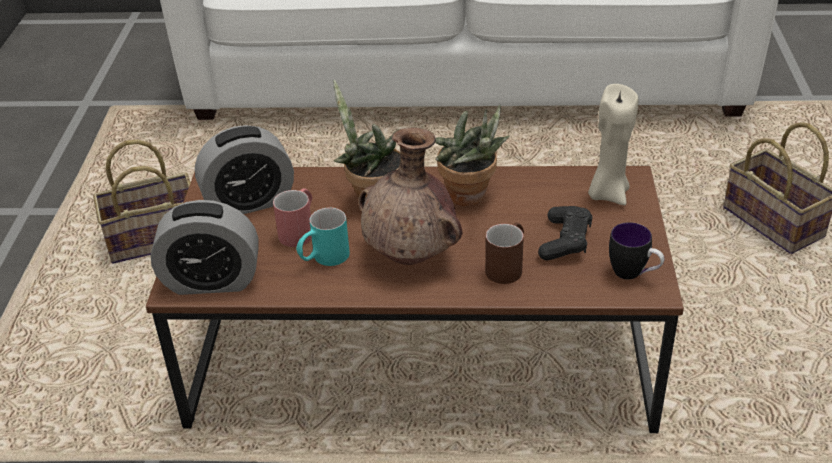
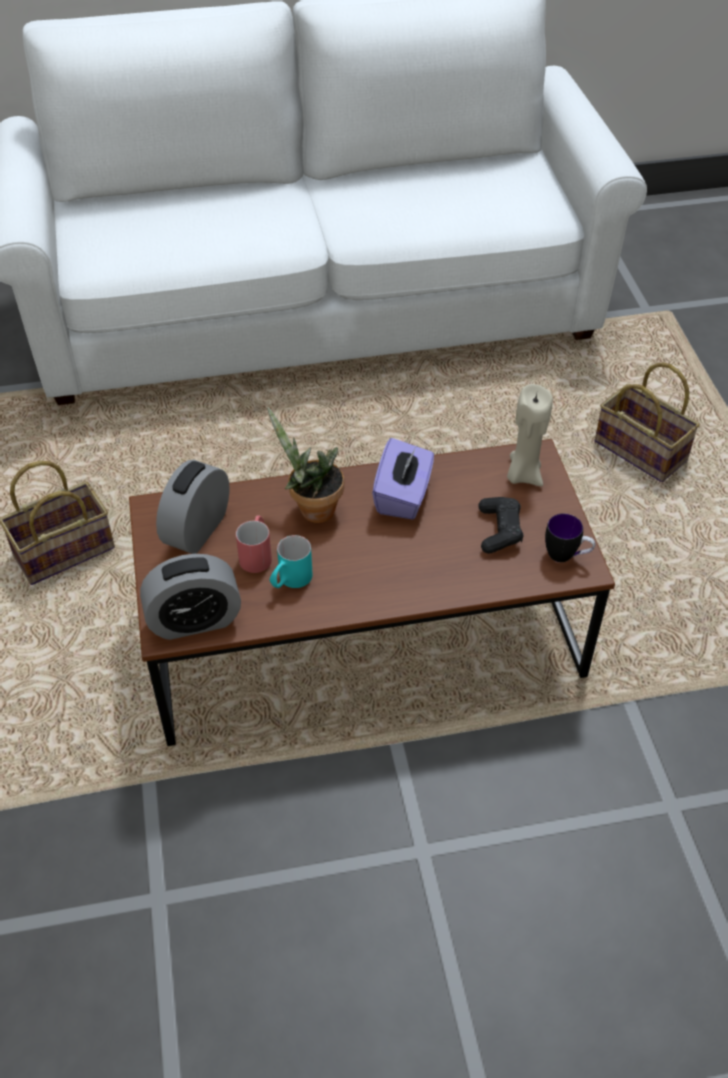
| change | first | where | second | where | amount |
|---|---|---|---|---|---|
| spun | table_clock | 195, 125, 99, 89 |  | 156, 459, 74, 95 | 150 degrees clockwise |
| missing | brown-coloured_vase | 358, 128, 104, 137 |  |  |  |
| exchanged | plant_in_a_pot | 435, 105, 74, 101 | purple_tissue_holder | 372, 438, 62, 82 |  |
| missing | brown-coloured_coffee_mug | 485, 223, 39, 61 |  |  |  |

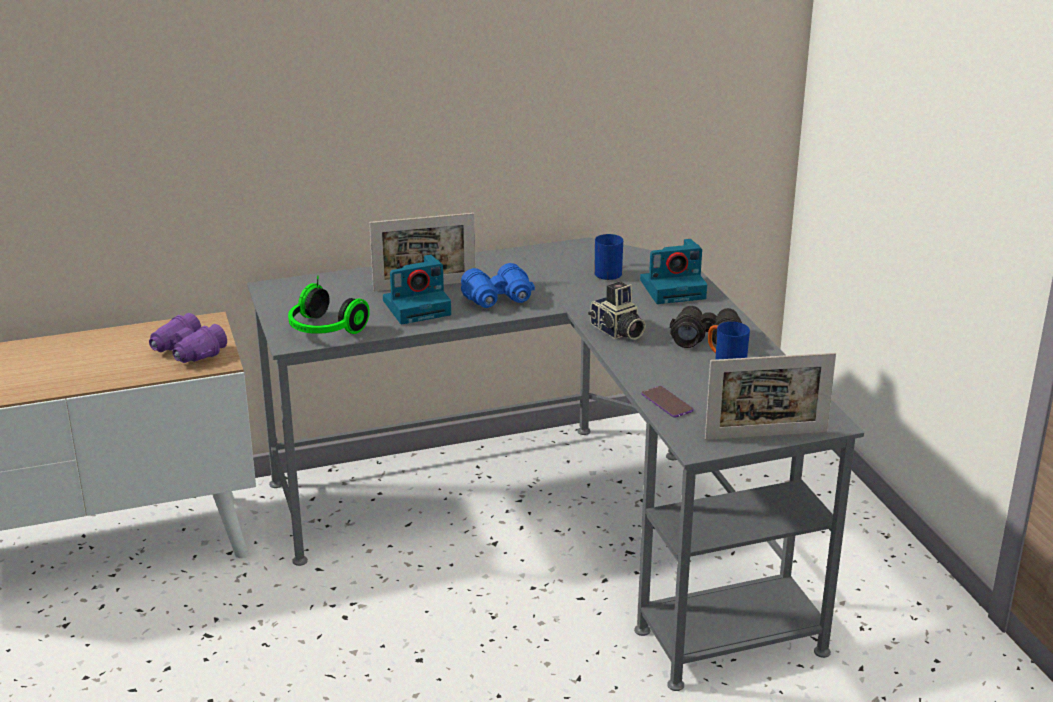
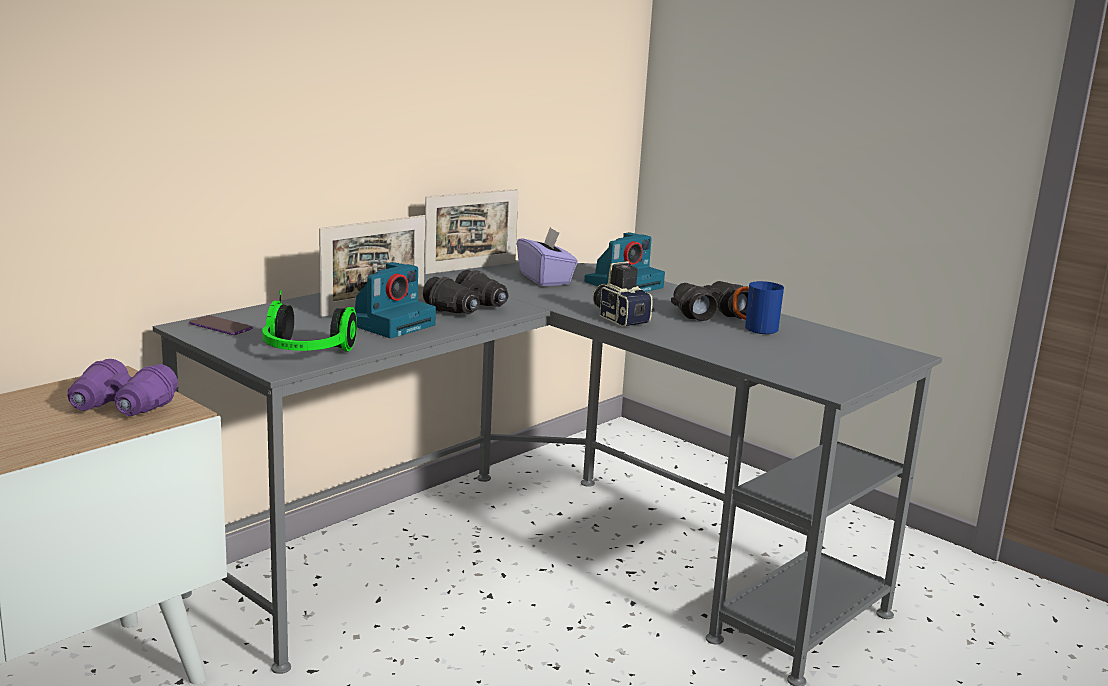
| change | first | where | second | where | amount |
|---|---|---|---|---|---|
| colour | bluish_field_glasses | 461, 263, 74, 45 | black-coloured_field_glasses | 423, 270, 85, 44 |  |
| spun | photo_camera | 588, 282, 58, 58 |  | 592, 261, 63, 66 | 150 degrees counterclockwise |
| exchanged | bluish_coffee_mug | 594, 234, 29, 46 | purple_tissue_holder | 517, 227, 61, 59 |  |
| relocated | telephone | 641, 386, 53, 32 |  | 189, 315, 64, 20 |  |
| relocated | standing_frame | 705, 353, 131, 87 |  | 424, 189, 95, 85 |  |

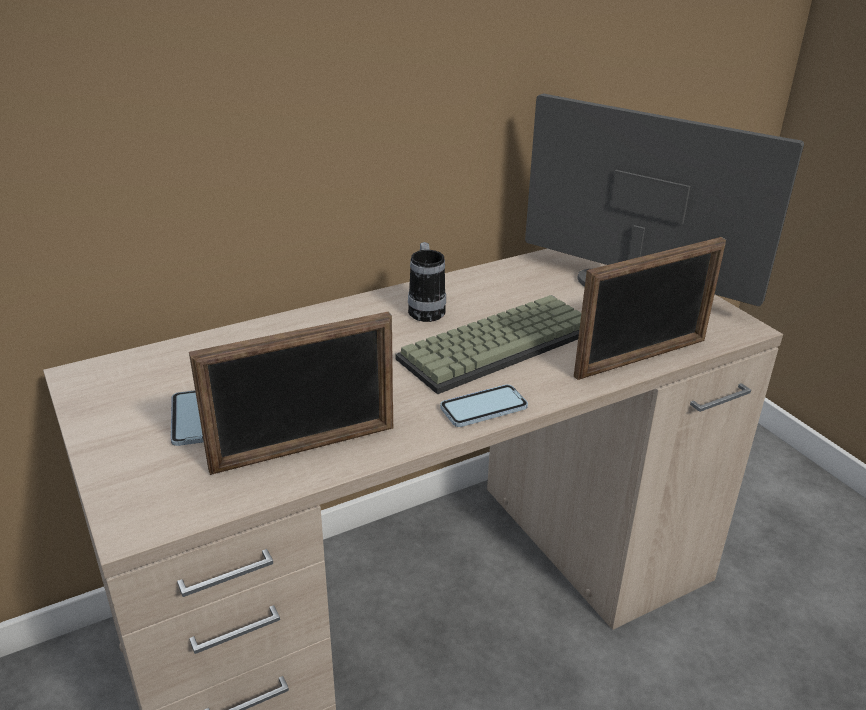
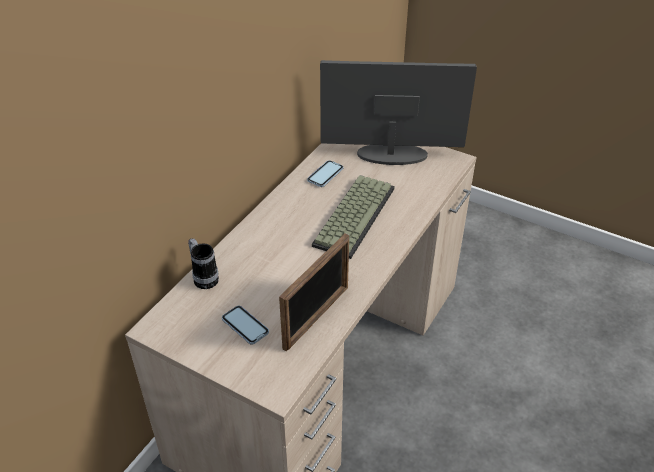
| change | first | where | second | where | amount |
|---|---|---|---|---|---|
| relocated | coffee_mug | 408, 242, 38, 80 |  | 188, 239, 31, 50 |  |
| relocated | telephone | 440, 385, 88, 42 |  | 307, 160, 36, 27 |  |
| missing | standing_frame | 574, 237, 152, 143 |  |  |  |

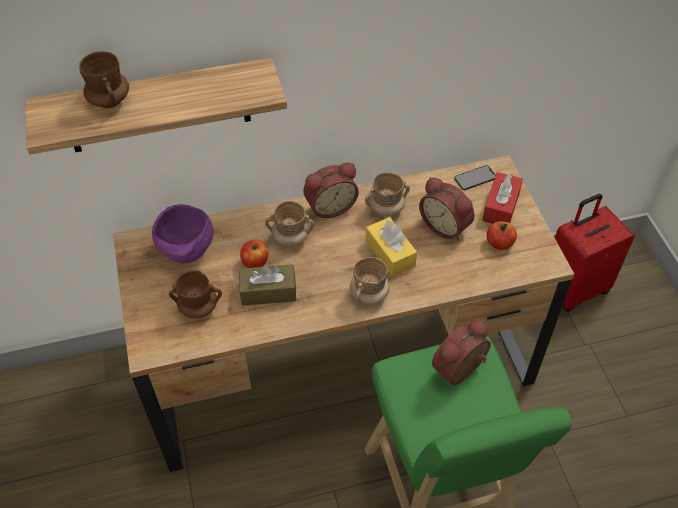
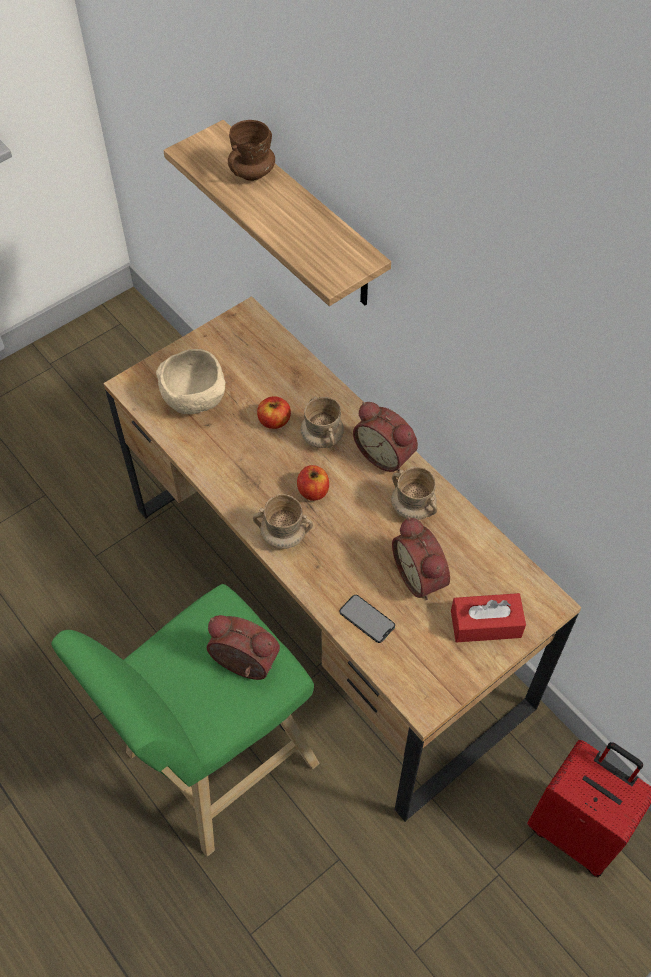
| change | first | where | second | where | amount |
|---|---|---|---|---|---|
| missing | purple_bowl | 152, 204, 62, 60 |  |  |  |
| exchanged | brown-coloured_coffee_mug | 169, 270, 53, 48 | beige_bowl | 156, 349, 70, 65 |  |
| missing | brown-coloured_tissue_holder | 239, 264, 57, 42 |  |  |  |
| missing | yellow-coloured_tissue_holder | 366, 217, 51, 60 |  |  |  |
| spun | table_clock | 419, 177, 55, 64 |  | 392, 517, 58, 83 | 45 degrees counterclockwise |
| relocated | telephone | 454, 165, 42, 25 |  | 339, 595, 56, 48 |  |
| relocated | apple_fruit | 487, 221, 30, 29 |  | 297, 465, 32, 36 |  |

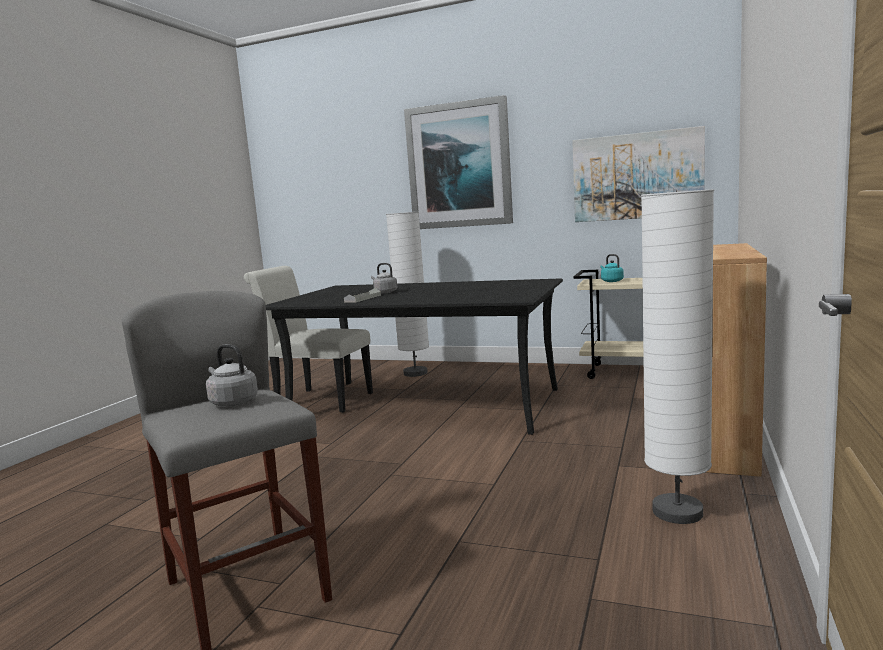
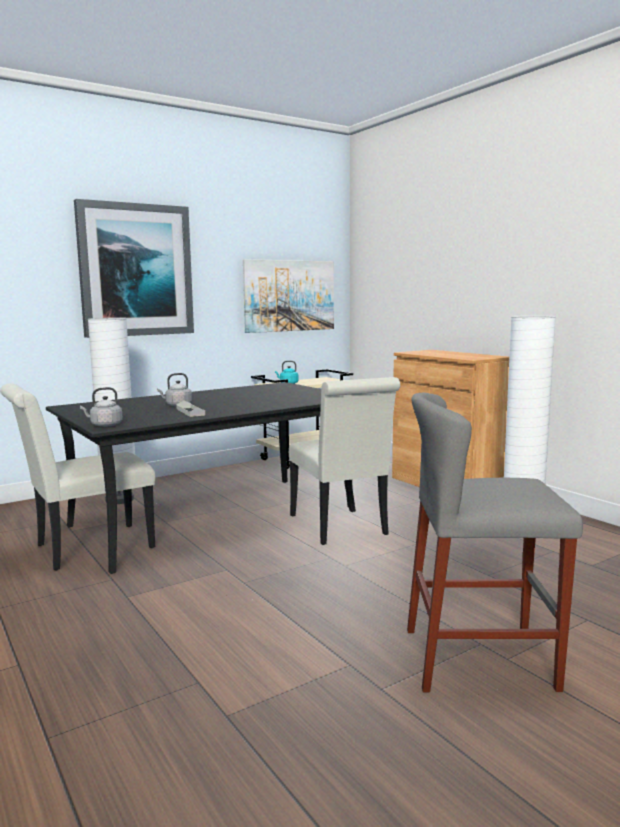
| change | first | where | second | where | amount |
|---|---|---|---|---|---|
| relocated | gray_water_kettle | 206, 344, 52, 62 |  | 80, 387, 43, 40 |  |
| appeared |  |  | white-coloured_plain_chair | 289, 377, 111, 168 |  |

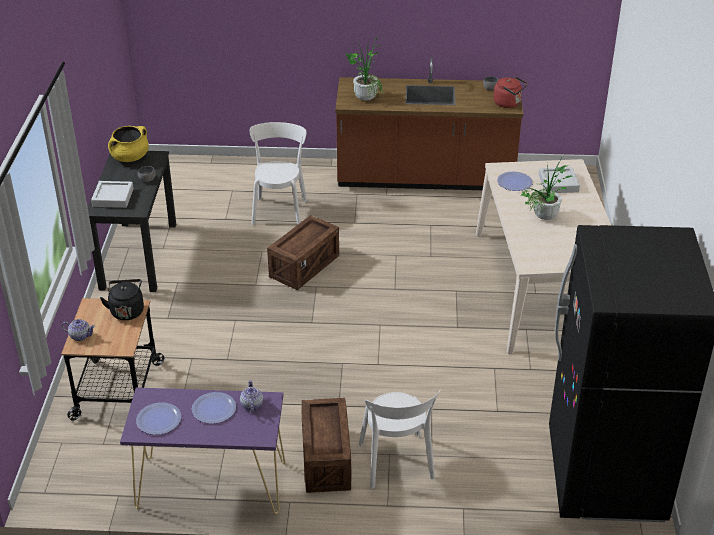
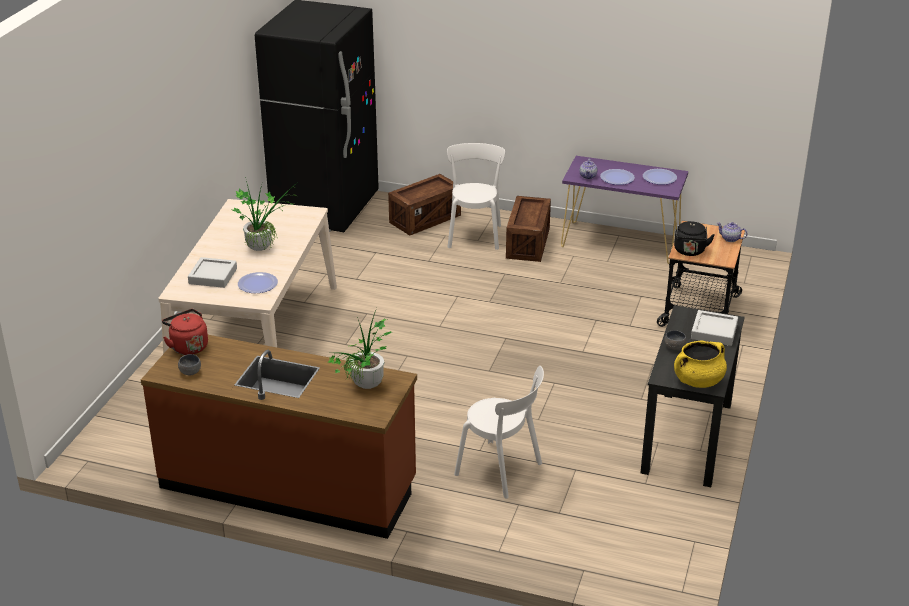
| change | first | where | second | where | amount |
|---|---|---|---|---|---|
| spun | white-coloured_plain_chair | 249, 122, 58, 103 |  | 454, 366, 90, 133 | 75 degrees counterclockwise |
| relocated | crate | 267, 215, 72, 75 |  | 388, 174, 73, 61 |  |

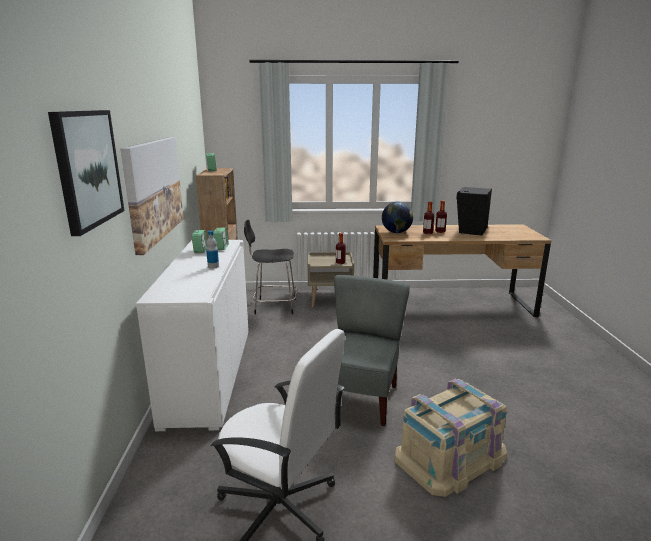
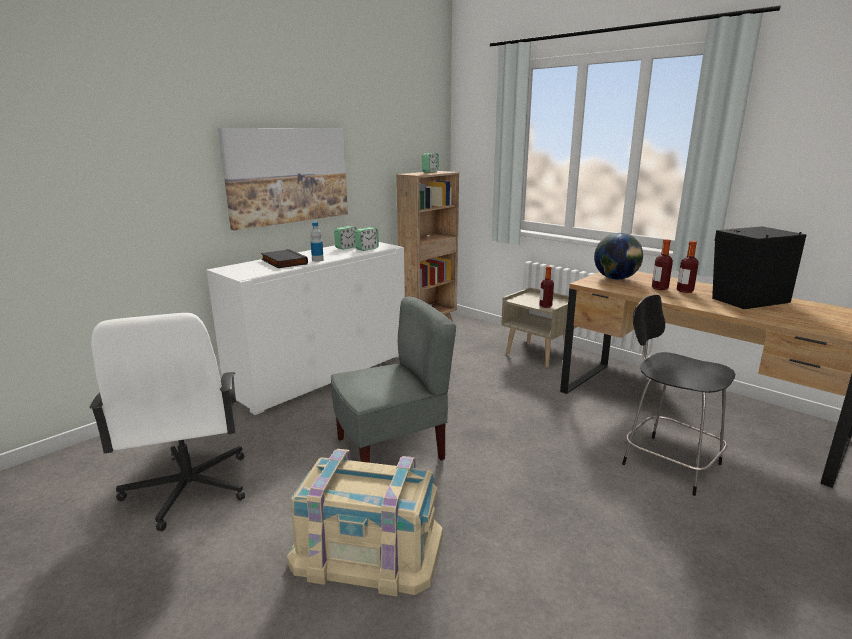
| change | first | where | second | where | amount |
|---|---|---|---|---|---|
| missing | picture | 48, 110, 76, 126 |  |  |  |
| relocated | black-coloured_plain_chair | 244, 220, 53, 94 |  | 622, 295, 113, 201 |  |
| appeared |  |  | black-coloured_bound_book | 261, 249, 47, 19 |  |

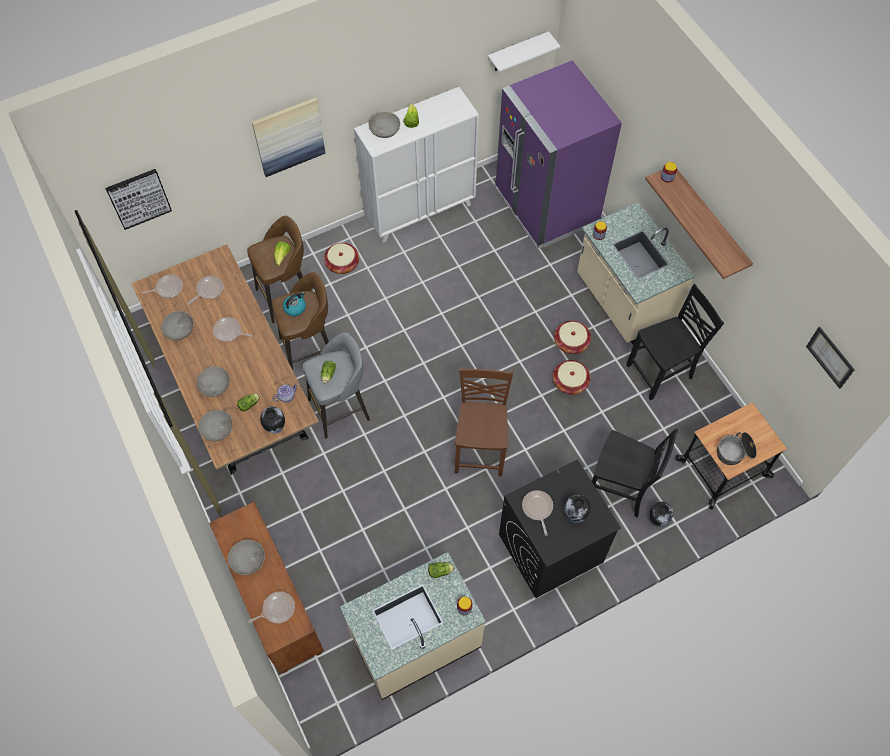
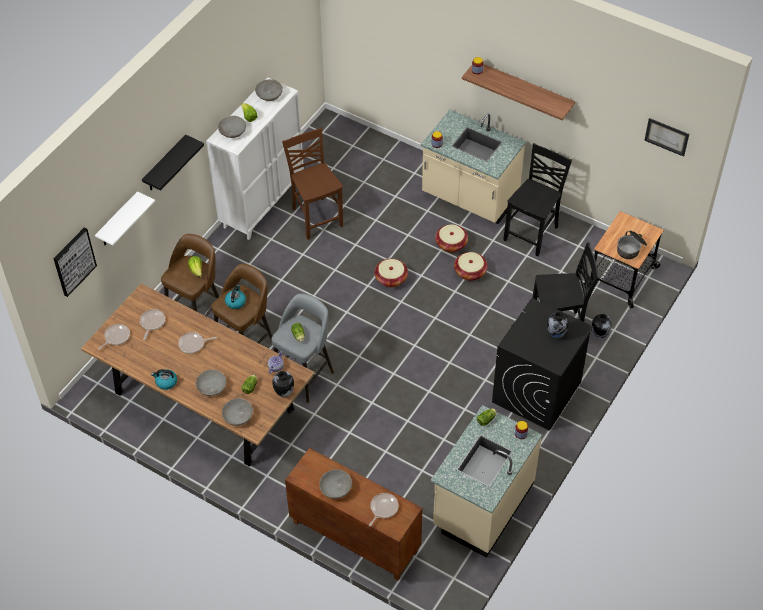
| change | first | where | second | where | amount |
|---|---|---|---|---|---|
| relocated | gray_bowl | 161, 311, 33, 29 |  | 255, 79, 28, 22 |  |
| exchanged | picture | 252, 98, 73, 79 | black-coloured_shelf | 142, 135, 62, 56 |  |
| relocated | household_basket | 324, 243, 35, 31 |  | 375, 259, 33, 29 |  |
| relocated | brown-coloured_plain_chair | 455, 368, 59, 109 |  | 282, 127, 61, 113 |  |
| relocated | white-coloured_shelf | 488, 31, 72, 41 |  | 95, 191, 60, 55 |  |
| missing | purple_kitchen_fridge | 496, 60, 126, 189 |  |  |  |
| missing | frying_pan | 522, 490, 31, 46 |  |  |  |
| appeared |  |  | water_kettle | 151, 369, 26, 21 |  |

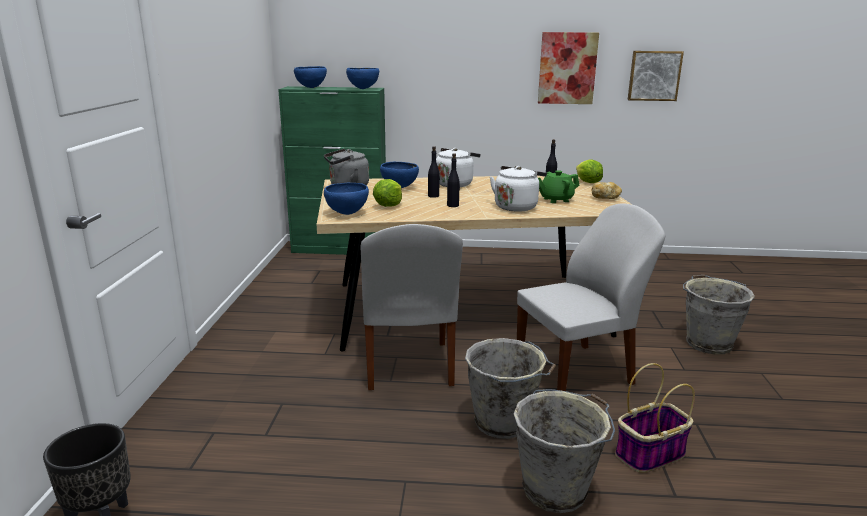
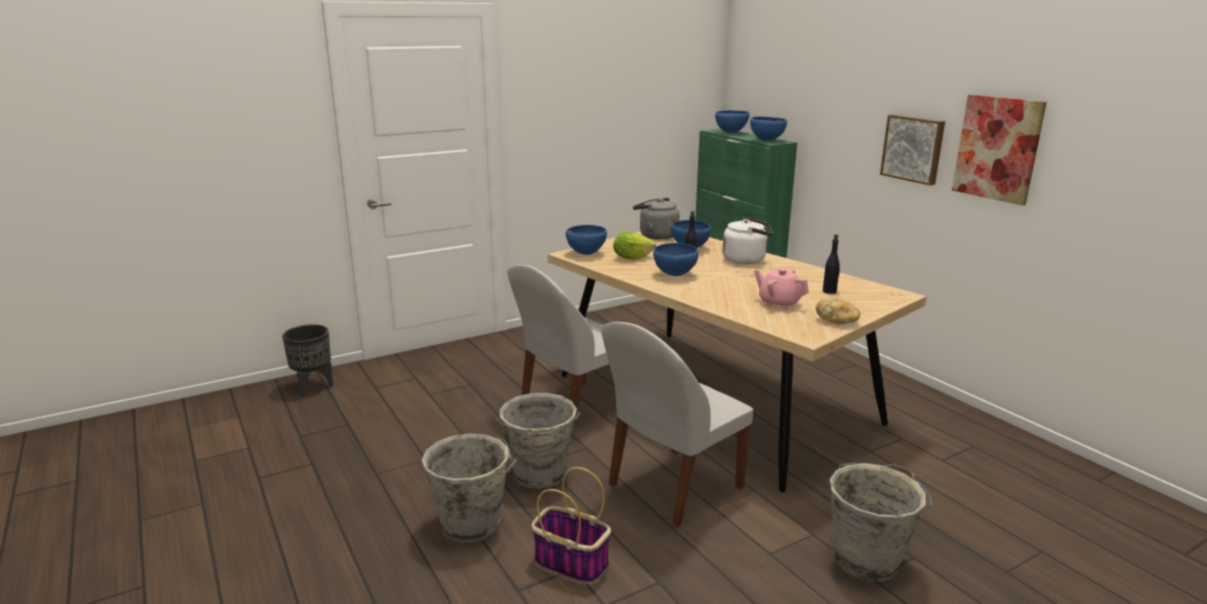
| change | first | where | second | where | amount |
|---|---|---|---|---|---|
| exchanged | black-coloured_bottle | 447, 153, 13, 54 | bluish_bowl | 653, 243, 46, 33 |  |
| missing | white-coloured_water_kettle | 490, 166, 57, 46 |  |  |  |
| spun | white-coloured_plain_chair | 517, 203, 148, 188 |  | 601, 322, 152, 205 | 105 degrees clockwise |
| colour | green_teapot | 538, 170, 41, 33 | pink_teapot | 754, 268, 55, 42 |  |
| missing | lettuce_head | 576, 159, 27, 24 |  |  |  |
| relocated | picture | 628, 51, 56, 50 |  | 880, 114, 65, 71 |  |

